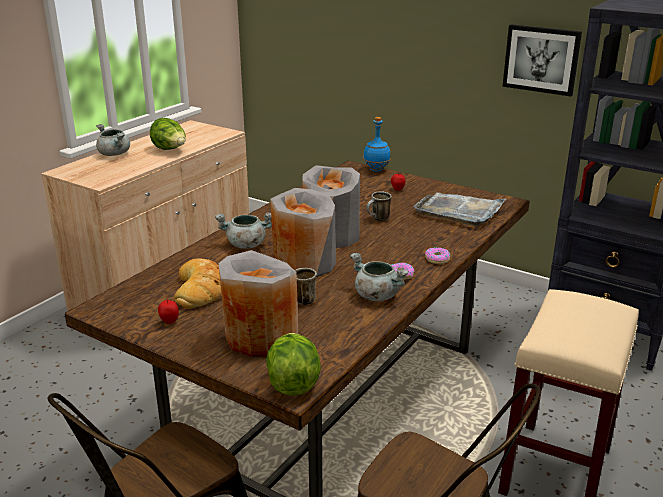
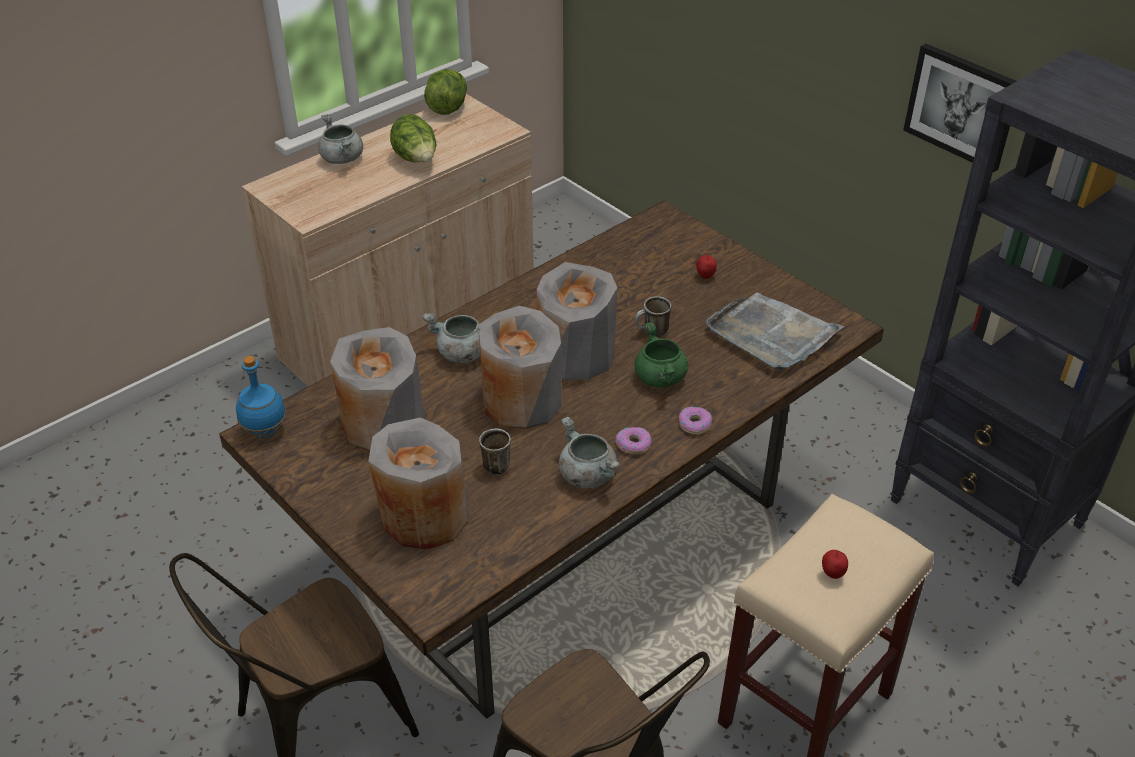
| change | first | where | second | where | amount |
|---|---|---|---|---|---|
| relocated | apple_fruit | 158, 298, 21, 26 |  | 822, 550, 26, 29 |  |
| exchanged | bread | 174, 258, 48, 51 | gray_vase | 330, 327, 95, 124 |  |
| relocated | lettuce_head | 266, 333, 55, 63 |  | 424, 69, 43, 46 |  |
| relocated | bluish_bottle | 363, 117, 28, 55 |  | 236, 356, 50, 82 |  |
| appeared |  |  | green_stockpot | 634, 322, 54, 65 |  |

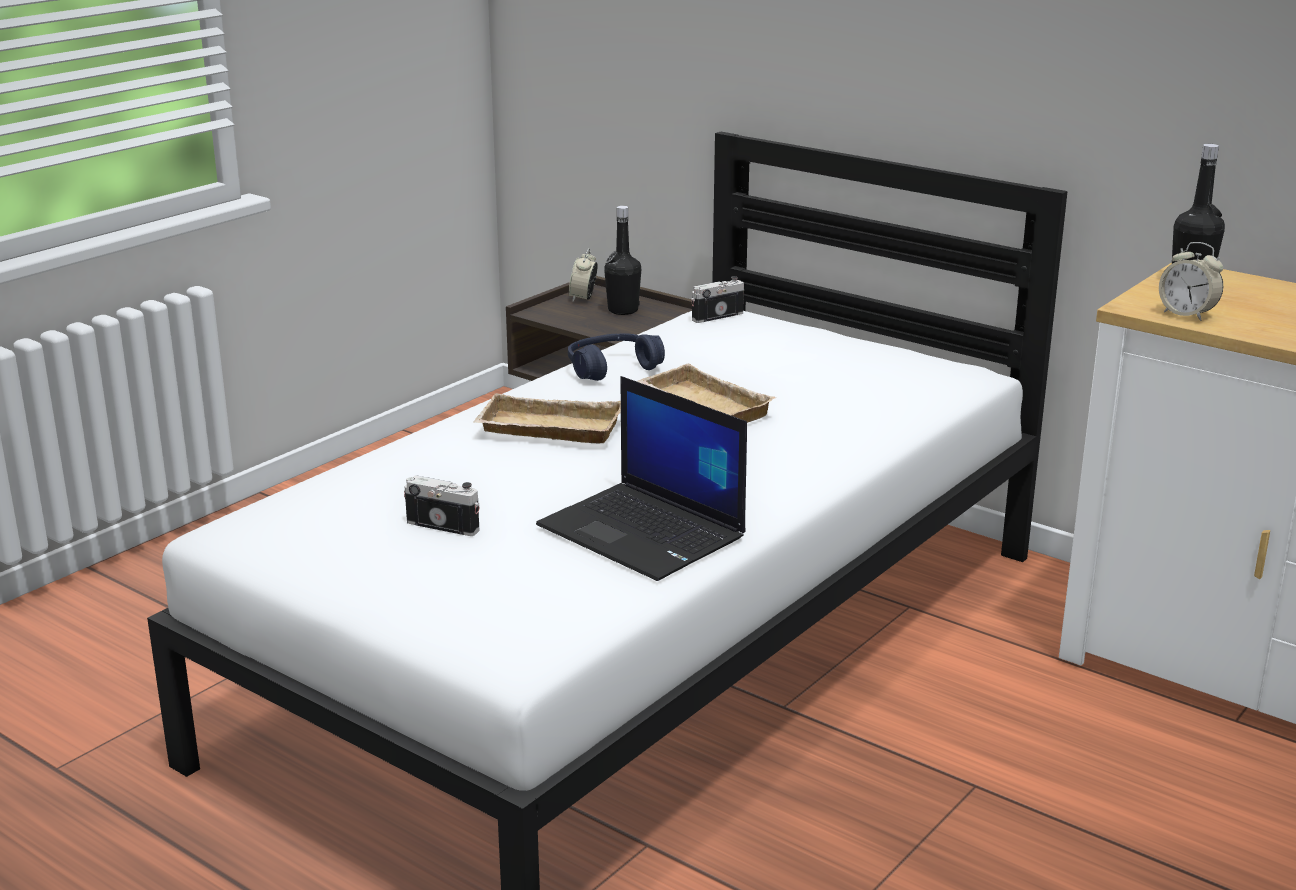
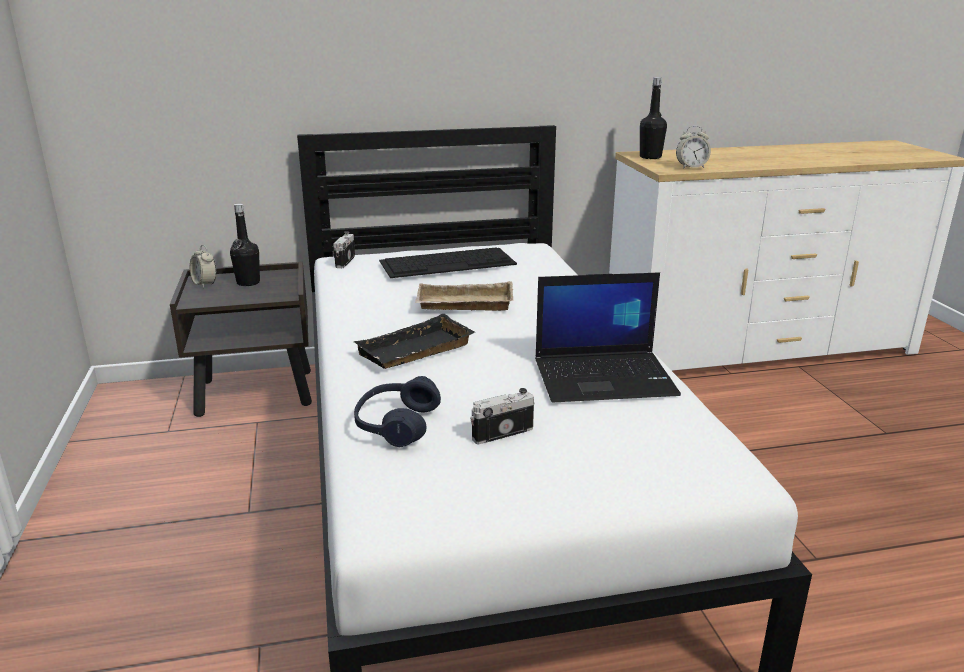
| change | first | where | second | where | amount |
|---|---|---|---|---|---|
| colour | beige_serving_tray | 473, 393, 148, 51 | black-coloured_serving_tray | 354, 314, 121, 55 |  |
| relocated | bluish_pair_of_headphones | 568, 333, 97, 48 |  | 354, 376, 87, 71 |  |
| appeared |  |  | PC_keyboard | 379, 247, 138, 31 |  |

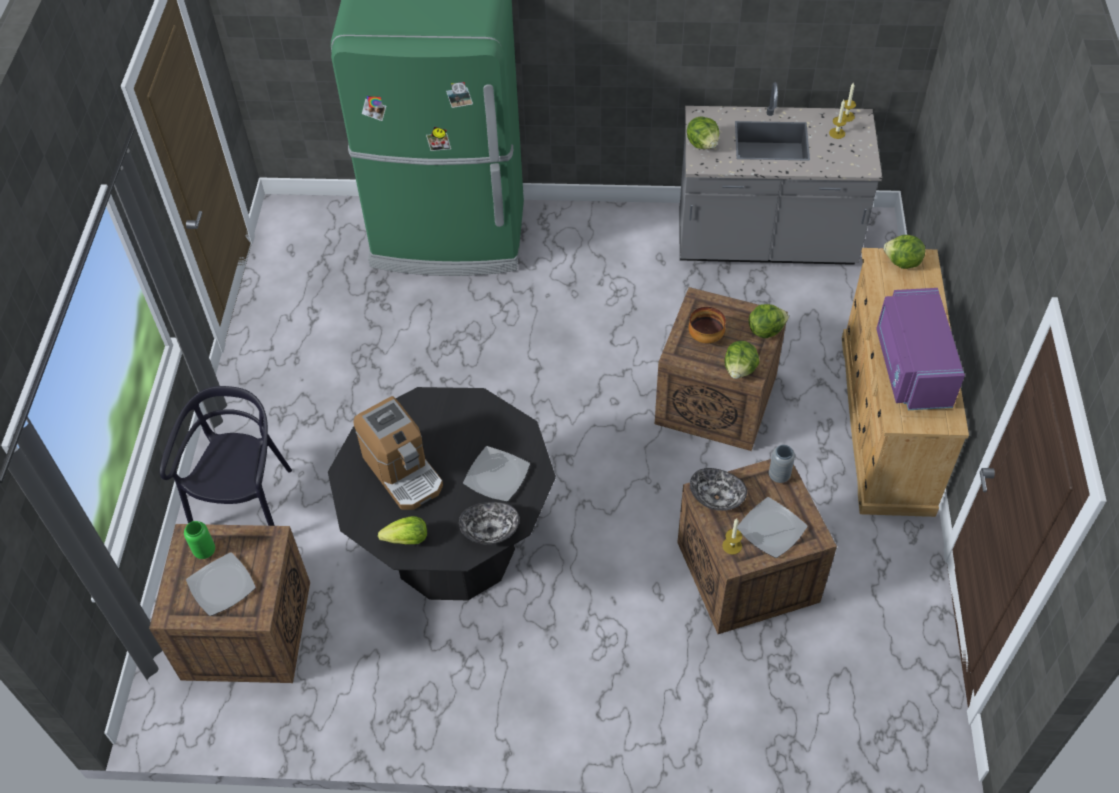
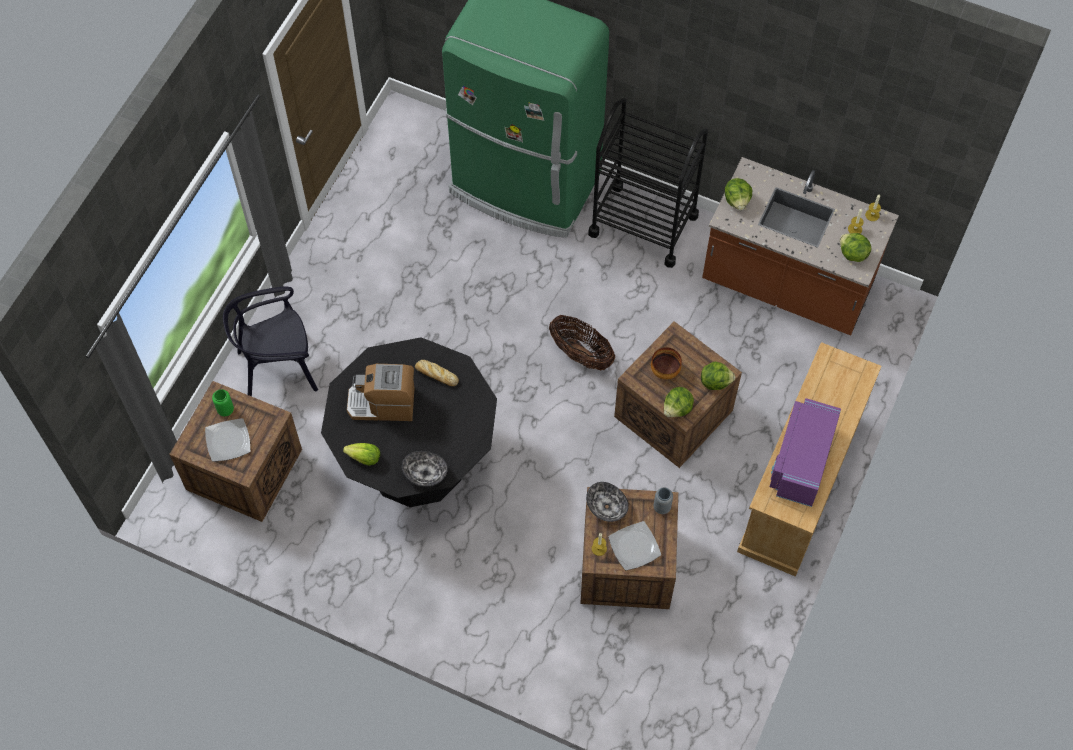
| change | first | where | second | where | amount |
|---|---|---|---|---|---|
| spun | black-coloured_plain_chair | 160, 386, 132, 140 |  | 223, 287, 95, 110 | 135 degrees counterclockwise |
| spun | coffee_maker | 354, 396, 89, 114 |  | 347, 364, 68, 57 | 105 degrees clockwise |
| missing | flat_dish | 463, 446, 67, 56 |  |  |  |
| colour | gray_kitchen_base_unit | 679, 82, 203, 183 | brown-coloured_kitchen_base_unit | 702, 157, 197, 179 |  |
| relocated | lettuce_head | 884, 235, 41, 34 |  | 840, 233, 31, 29 |  |
| appeared |  |  | bread | 415, 360, 44, 26 |  |
| appeared |  |  | household_basket | 549, 315, 66, 55 |  |
| appeared |  |  | black-coloured_trolley | 588, 98, 120, 170 |  |

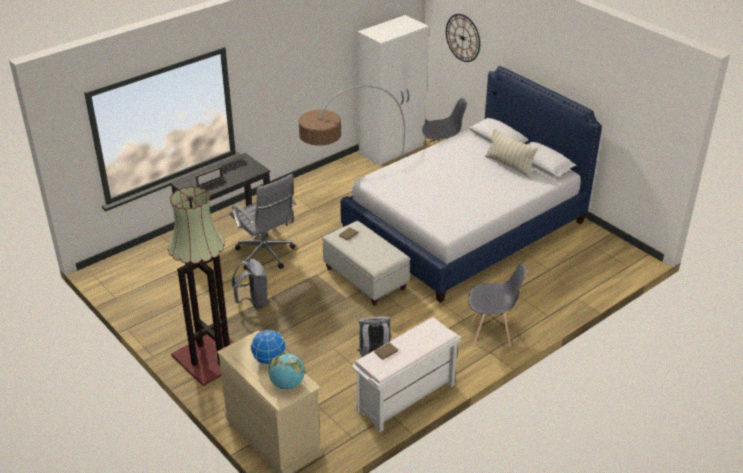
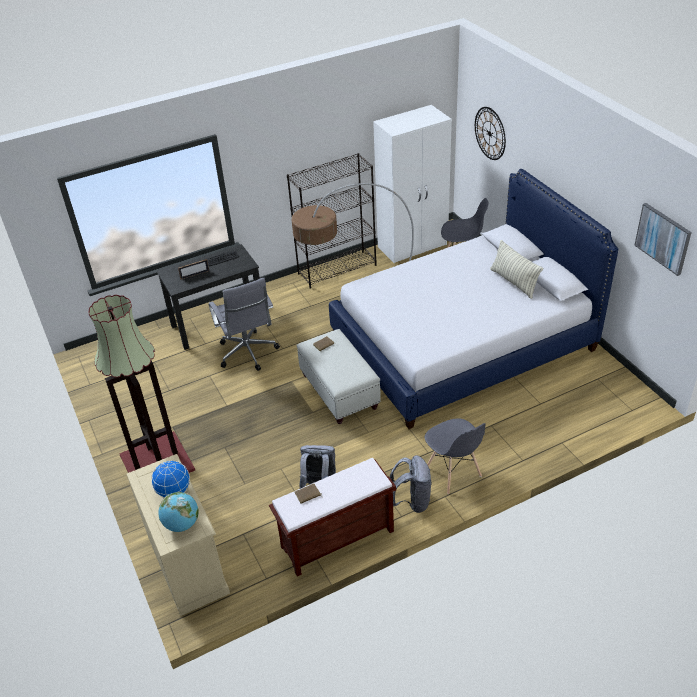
| change | first | where | second | where | amount |
|---|---|---|---|---|---|
| relocated | gray_knapsack | 232, 259, 36, 50 |  | 390, 455, 41, 58 |  |
| colour | white-coloured_long_seat | 352, 317, 109, 115 | brown-coloured_long_seat | 269, 458, 127, 118 |  |
| spun | gray_plain_chair | 468, 263, 58, 83 |  | 425, 418, 61, 76 | 45 degrees clockwise |
| appeared |  |  | black-coloured_bookshelf | 287, 153, 90, 136 |  |
| appeared |  |  | picture | 634, 203, 58, 73 |  |

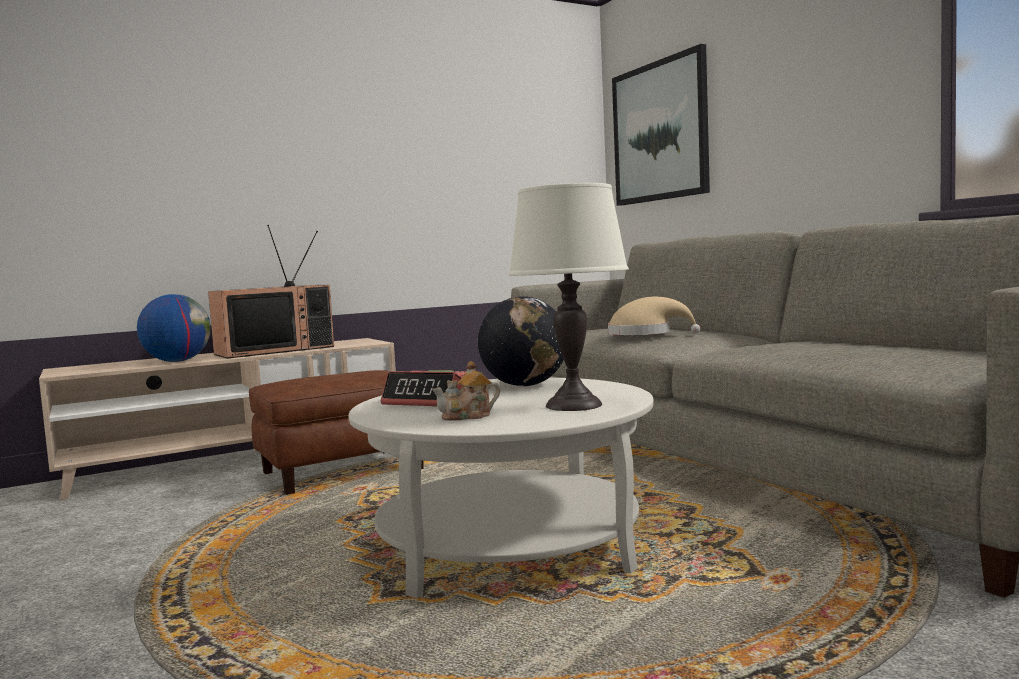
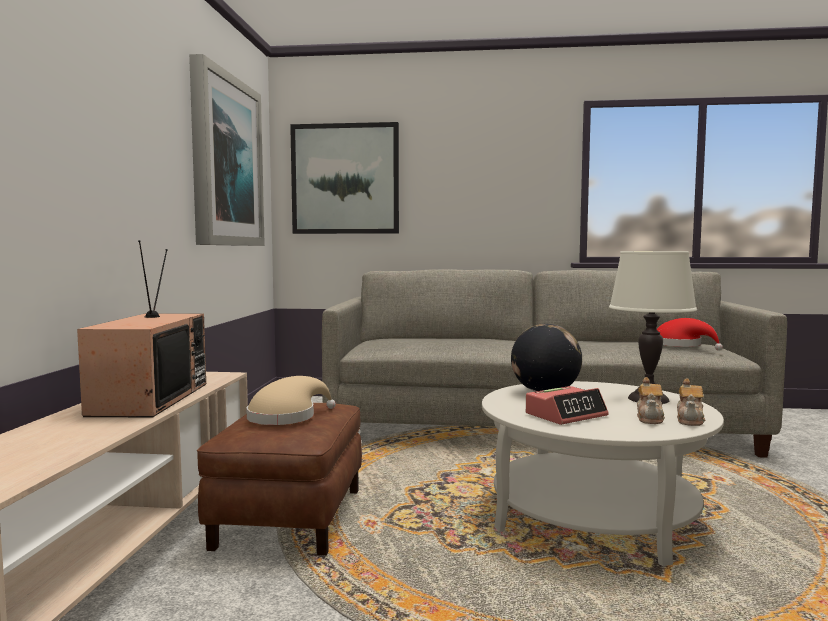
| change | first | where | second | where | amount |
|---|---|---|---|---|---|
| missing | world_globe | 137, 294, 74, 68 |  |  |  |
| relocated | beige_hat | 608, 297, 92, 38 |  | 247, 376, 89, 49 |  |
| appeared |  |  | picture | 189, 54, 76, 192 |  |
| appeared |  |  | red_hat | 657, 318, 66, 33 |  |
| appeared |  |  | teapot | 677, 378, 29, 48 |  |

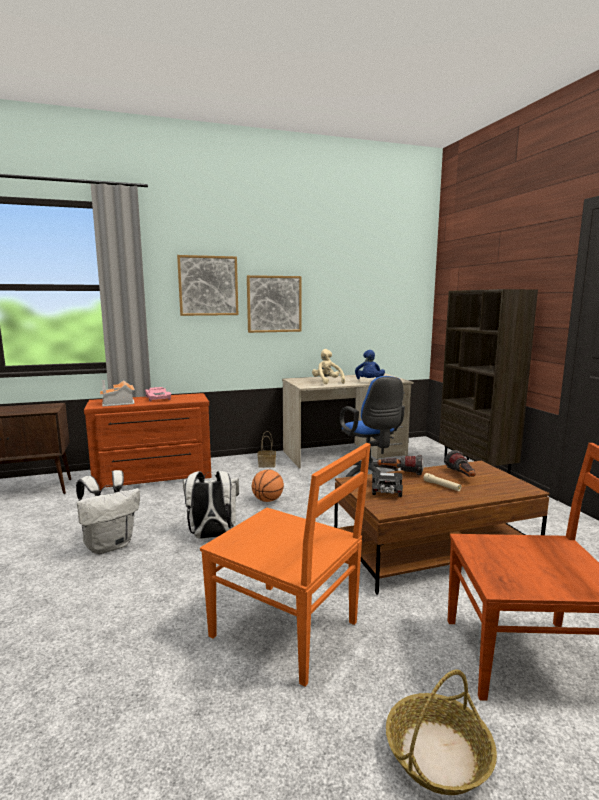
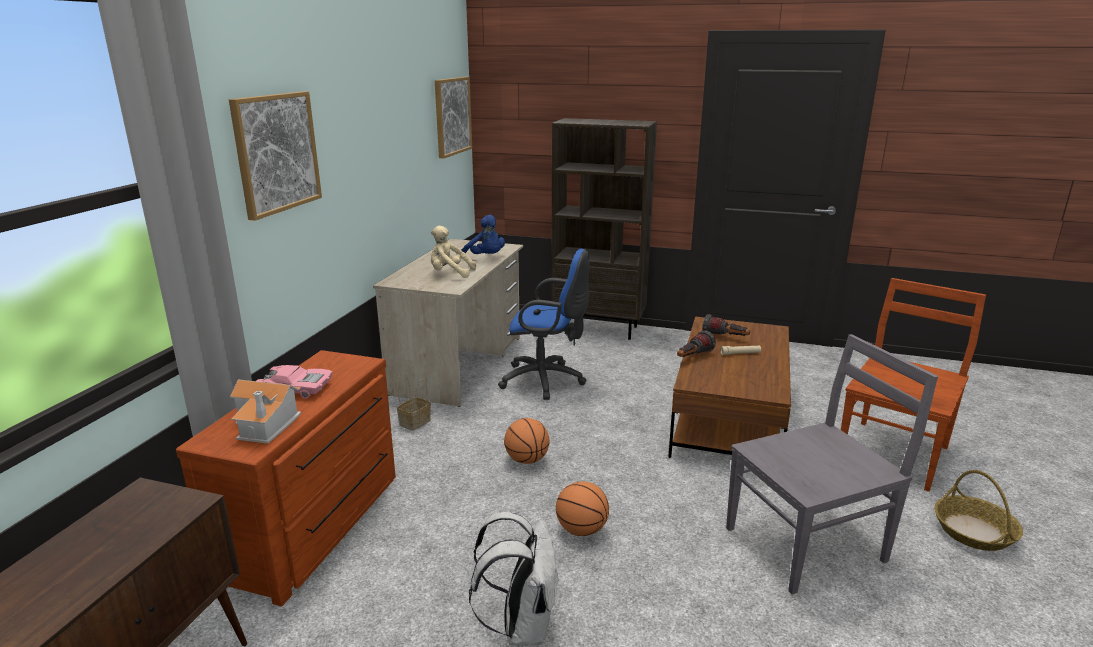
| change | first | where | second | where | amount |
|---|---|---|---|---|---|
| exchanged | white-coloured_knapsack | 183, 471, 56, 68 | basketball_ball | 556, 482, 53, 54 |  |
| colour | orange-coloured_plain_chair | 200, 443, 171, 244 | gray_plain_chair | 726, 334, 212, 261 |  |
| relocated | picture | 247, 275, 55, 58 |  | 435, 77, 37, 82 |  |
| missing | black-coloured_toy_car | 372, 472, 31, 25 |  |  |  |

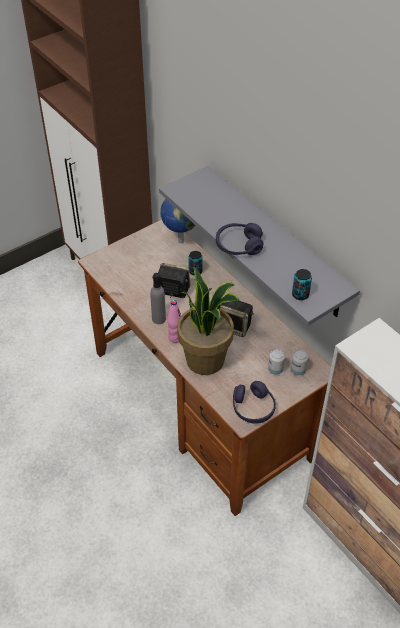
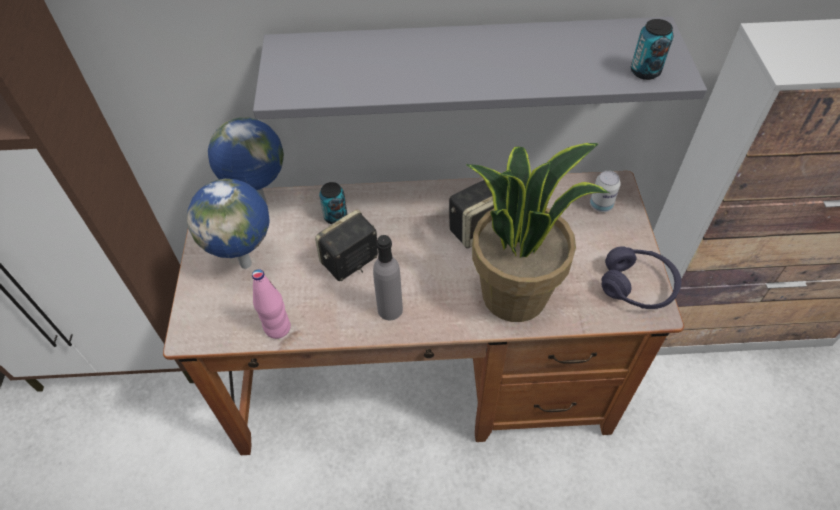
| change | first | where | second | where | amount |
|---|---|---|---|---|---|
| relocated | pink_bottle | 167, 300, 14, 43 |  | 252, 269, 39, 70 |  |
| missing | purple_pair_of_headphones | 216, 223, 47, 32 |  |  |  |
| missing | sealed_can | 268, 348, 17, 27 |  |  |  |
| appeared |  |  | world_globe | 187, 179, 83, 90 |  |

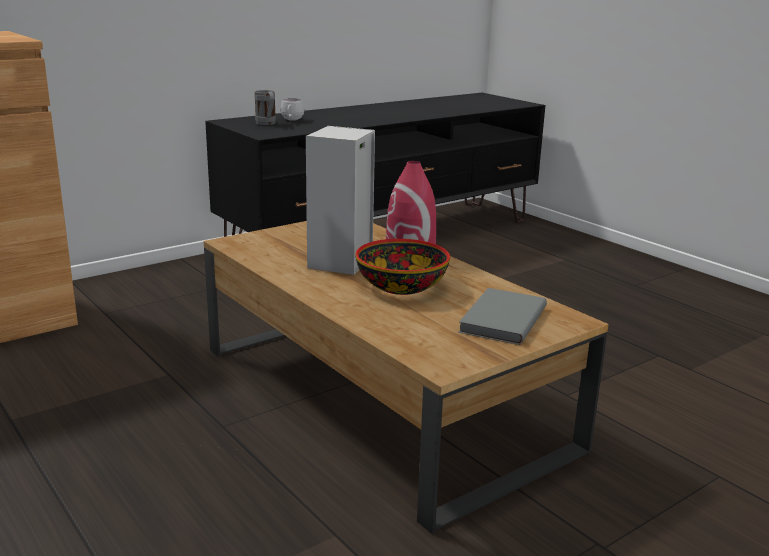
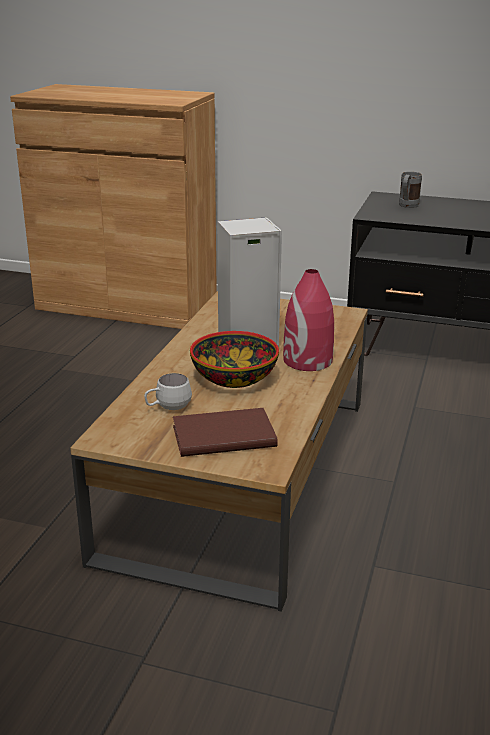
| change | first | where | second | where | amount |
|---|---|---|---|---|---|
| relocated | white-coloured_coffee_mug | 280, 98, 24, 23 |  | 144, 373, 48, 37 |  |
| colour | gray_bound_book | 458, 288, 89, 57 | brown-coloured_bound_book | 173, 408, 105, 49 |  |

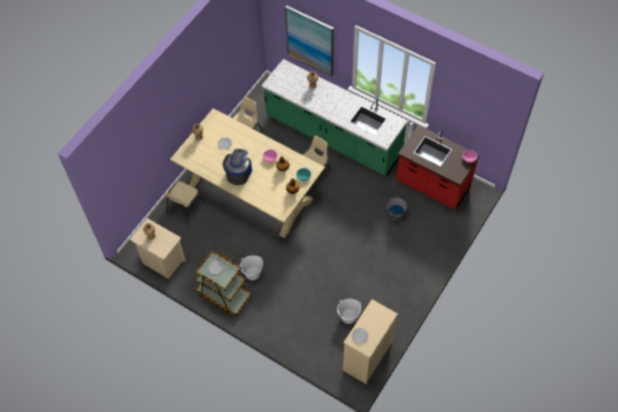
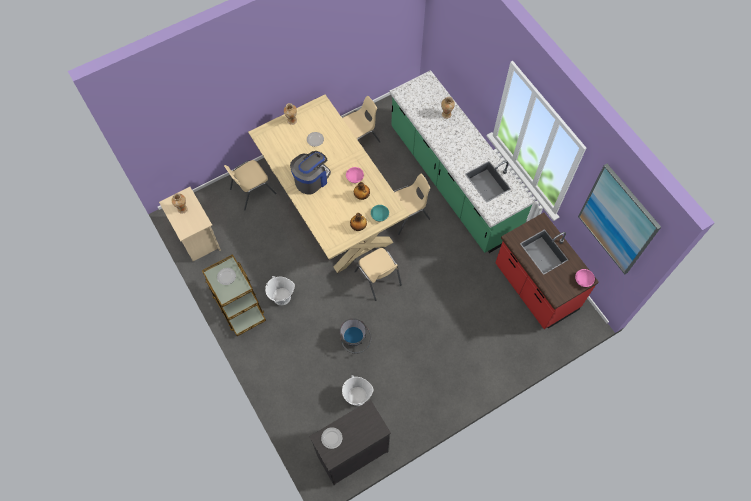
| change | first | where | second | where | amount |
|---|---|---|---|---|---|
| relocated | picture | 285, 5, 49, 71 |  | 578, 164, 83, 110 |  |
| colour | beige_chest_of_drawers | 343, 299, 55, 85 | black-coloured_chest_of_drawers | 309, 400, 82, 85 |  |
| relocated | gray_water_bucket | 386, 196, 27, 26 |  | 339, 318, 32, 36 |  |
| appeared |  |  | beige_plain_chair | 354, 248, 48, 53 |  |

